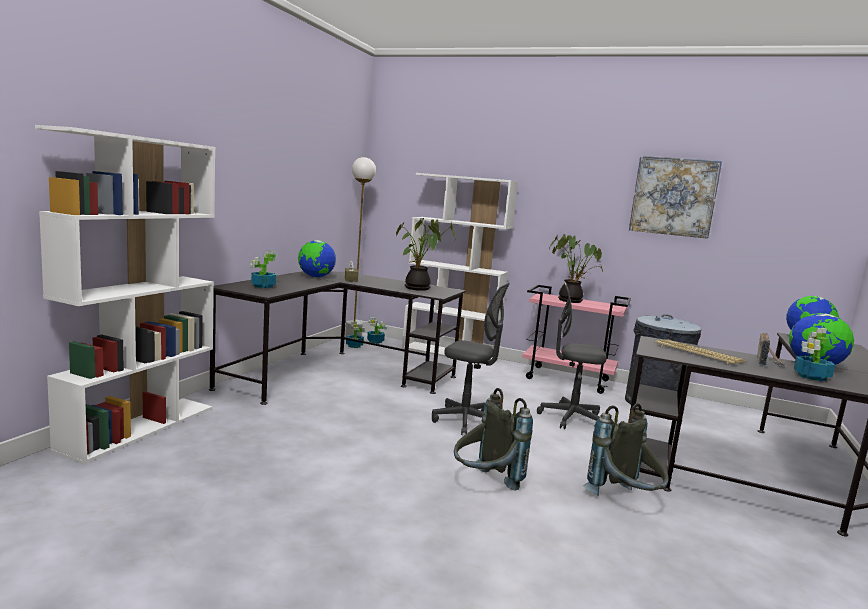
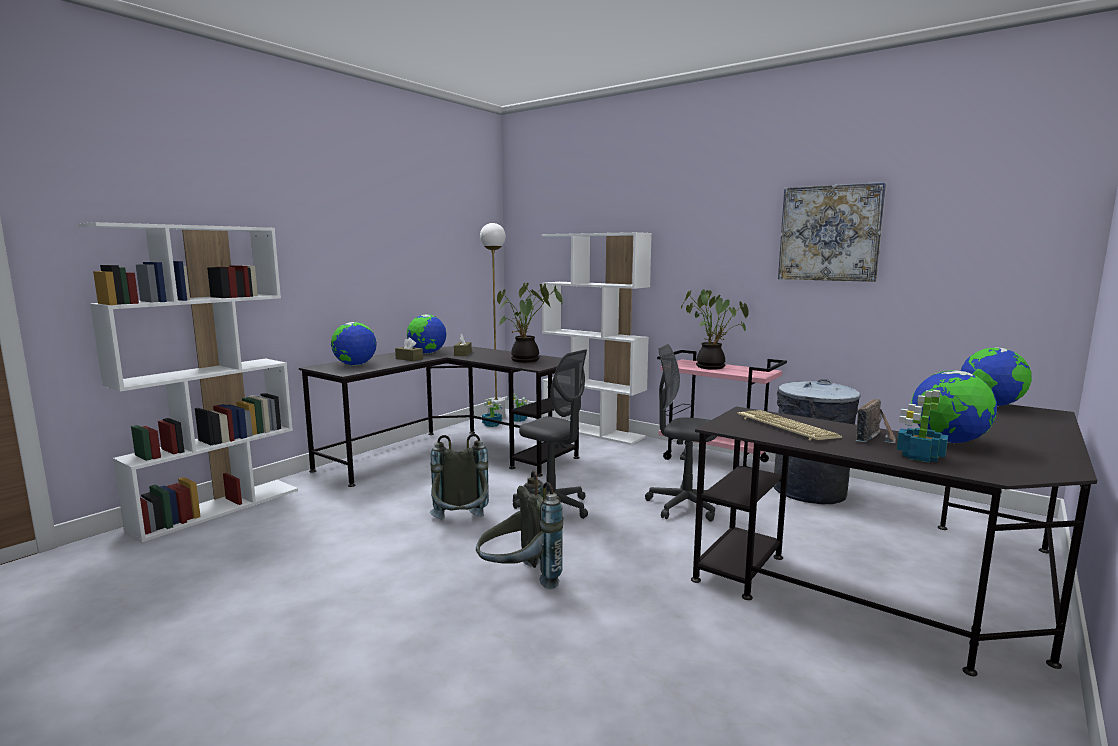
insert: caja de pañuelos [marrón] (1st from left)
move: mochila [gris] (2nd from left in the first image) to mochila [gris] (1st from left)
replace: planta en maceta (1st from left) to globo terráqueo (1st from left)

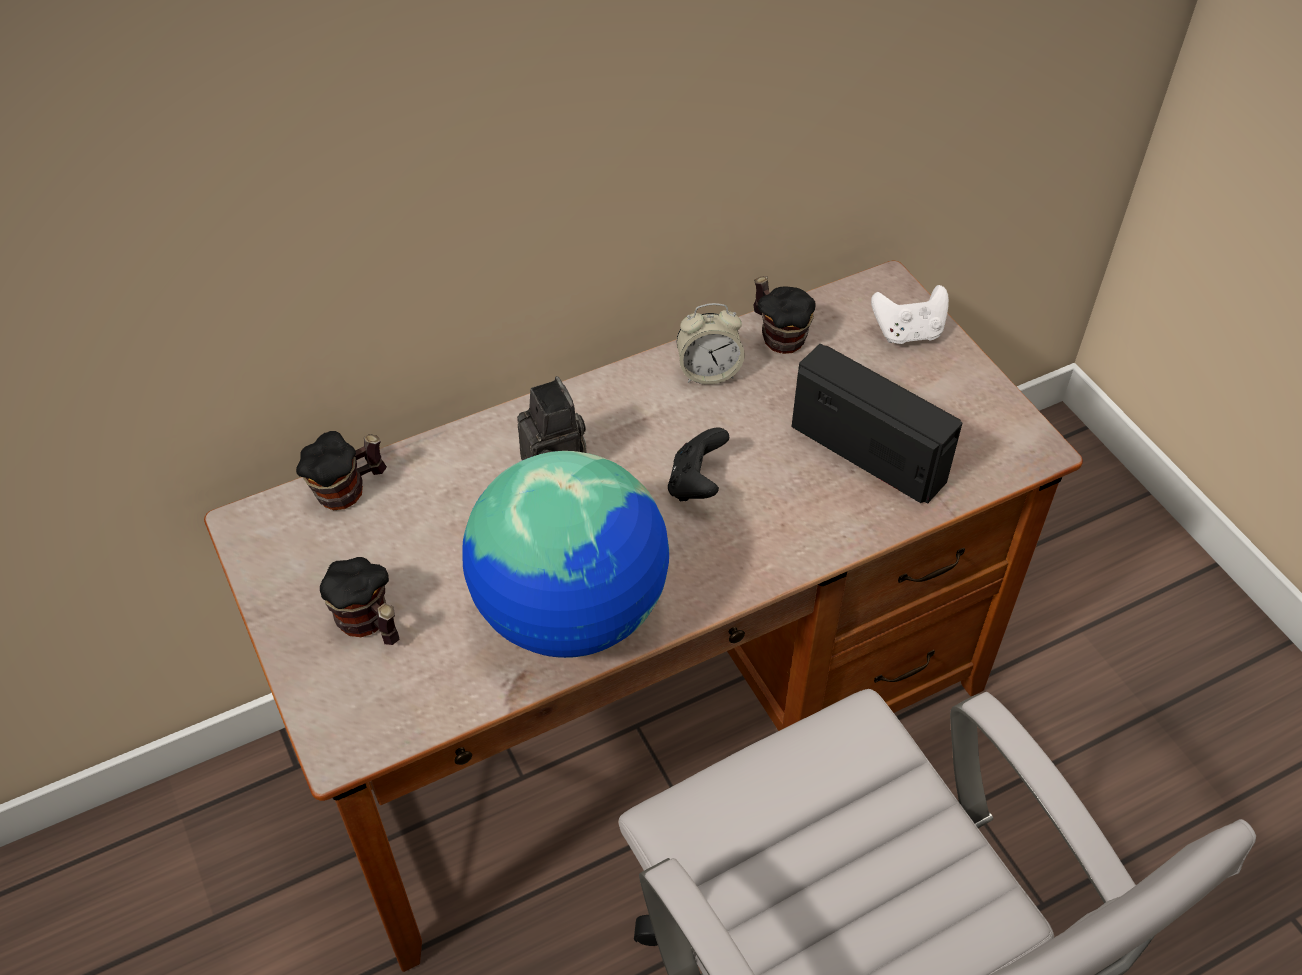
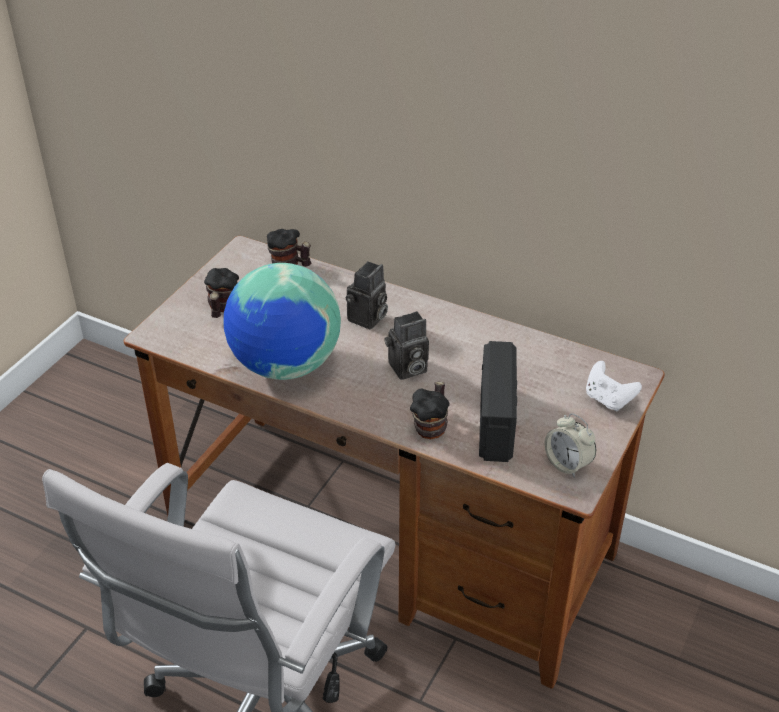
move: despertador; taza grande (3rd from left)
replace: mando de consola [negro] to cámara (2nd from left)

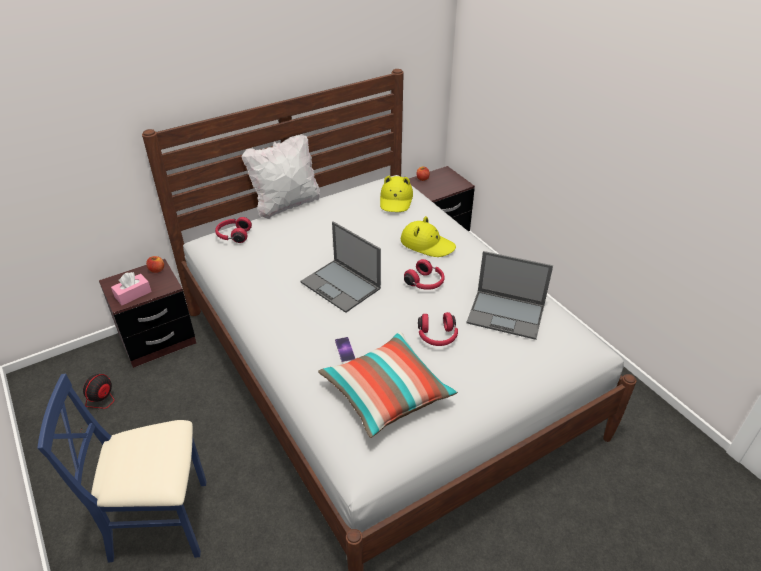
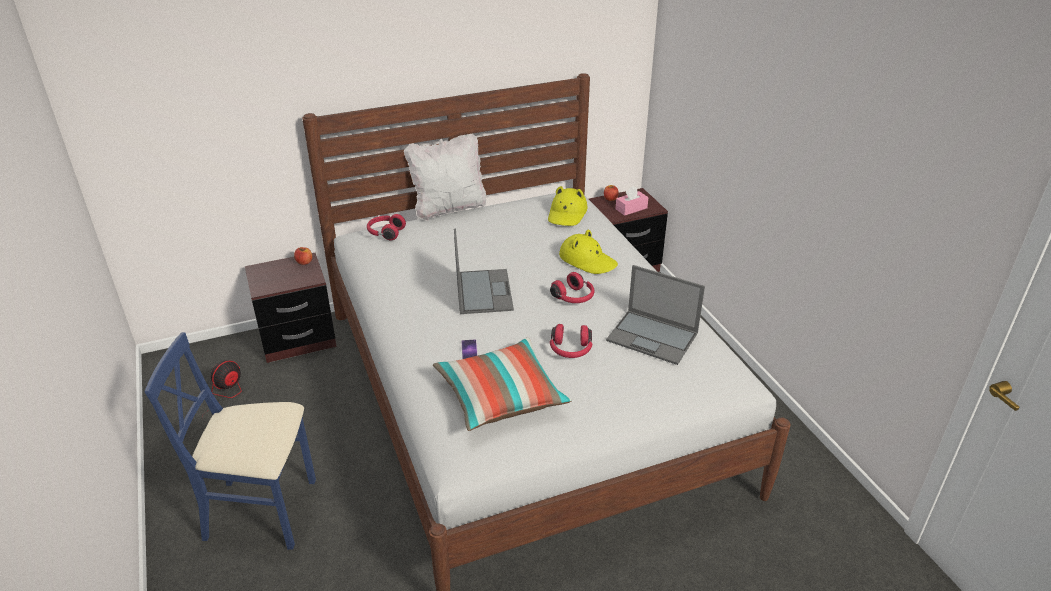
move: caja de pañuelos [rosa]
rotate: portátil (1st from left) 150 degrees counterclockwise

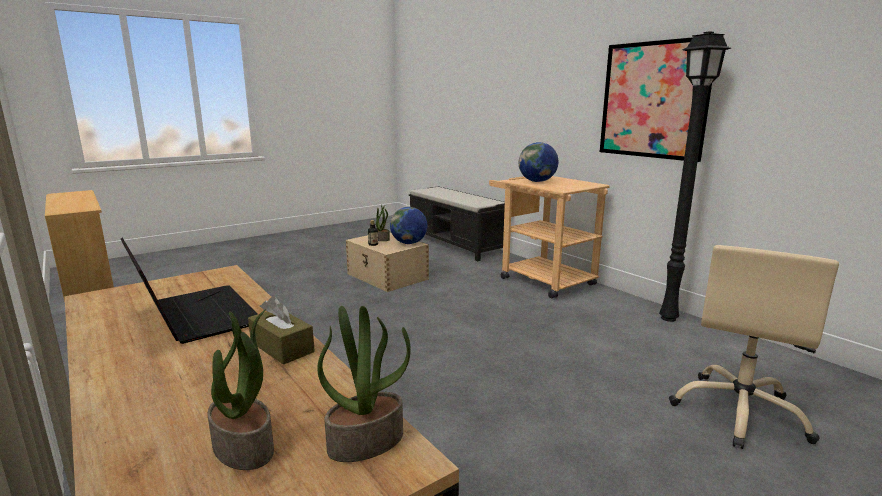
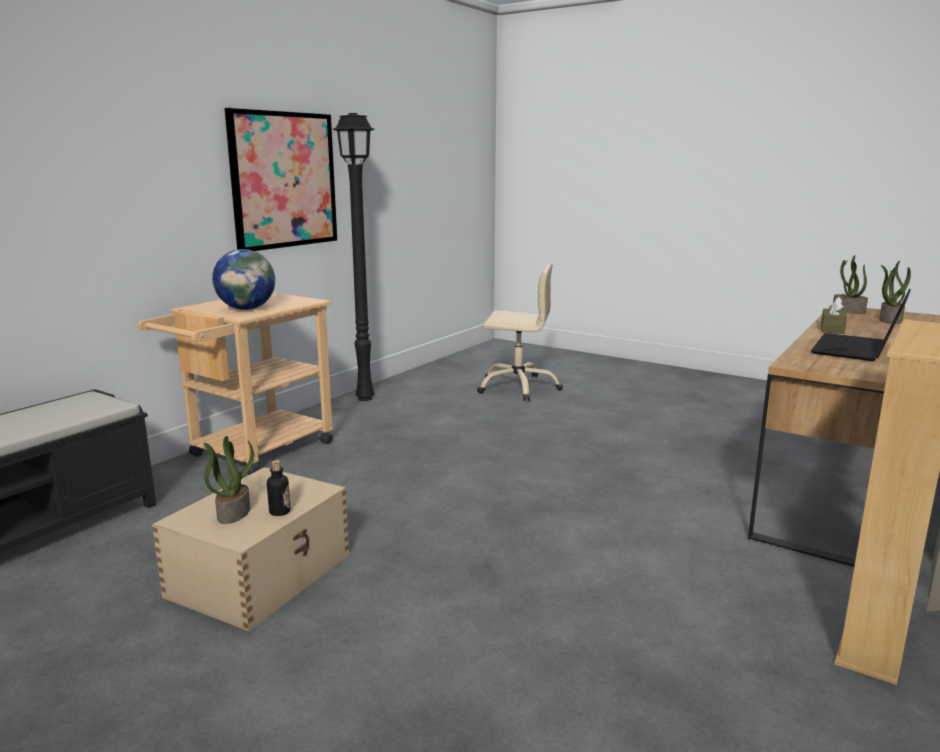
delete: globo terráqueo (1st from left)

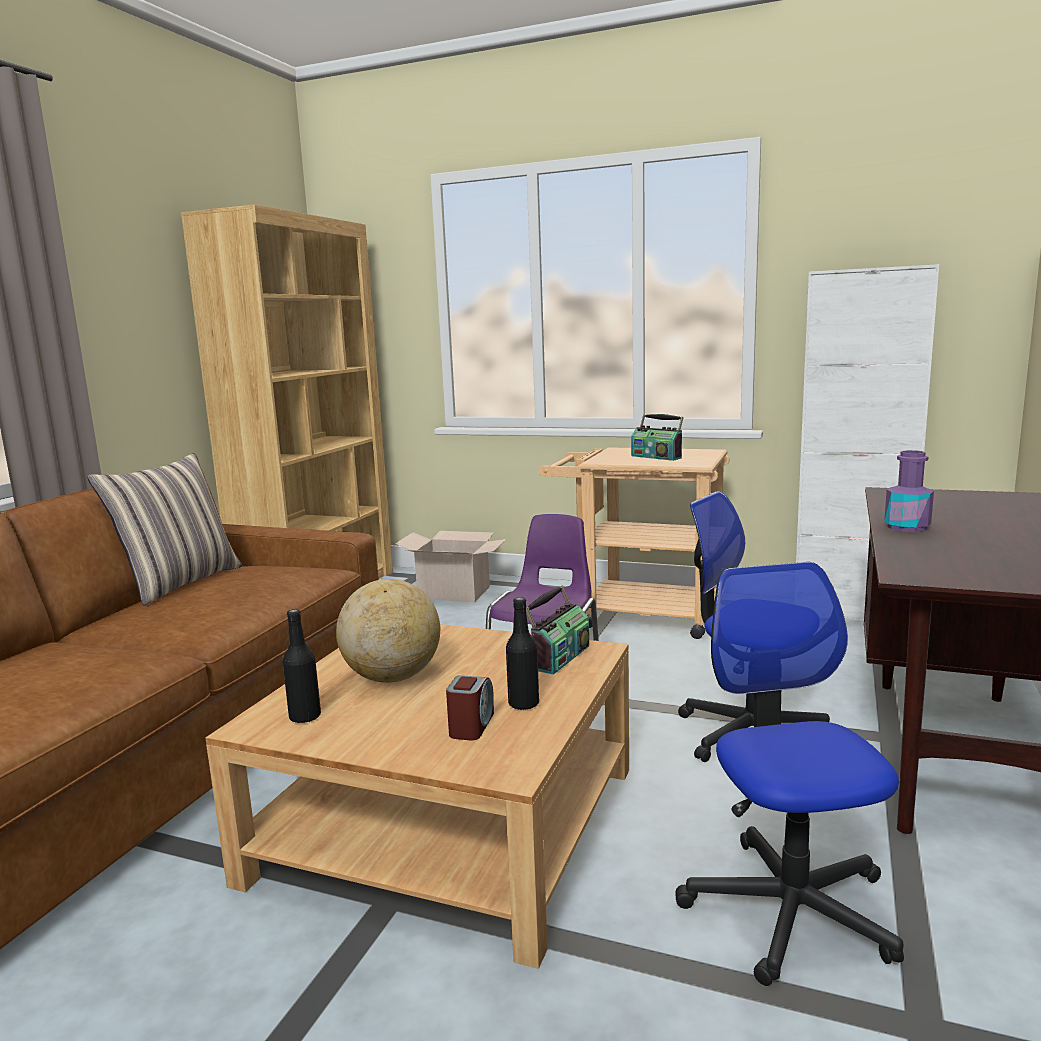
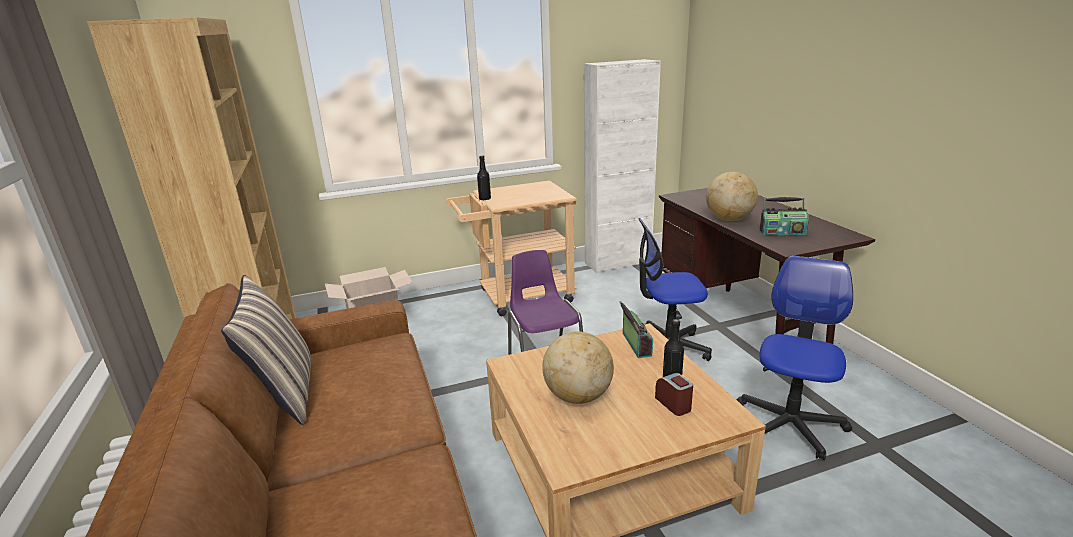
move: botella [negro] (1st from left); radio (2nd from left)
replace: botella [morado] to globo terráqueo (2nd from left)
rotate: silla de oficina (2nd from left) 75 degrees clockwise

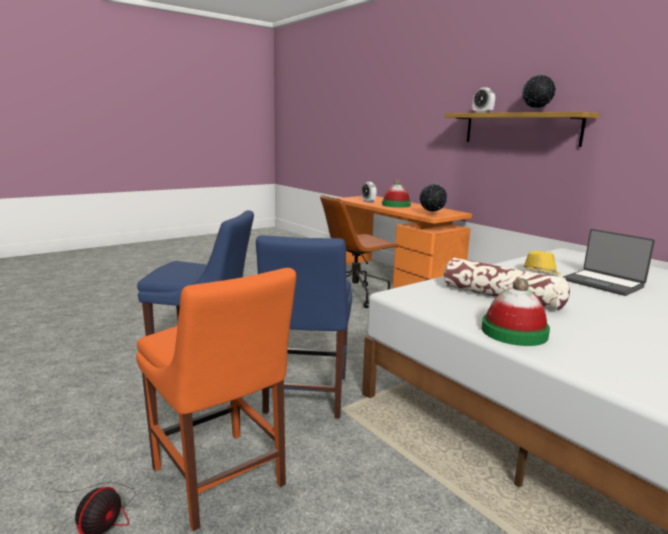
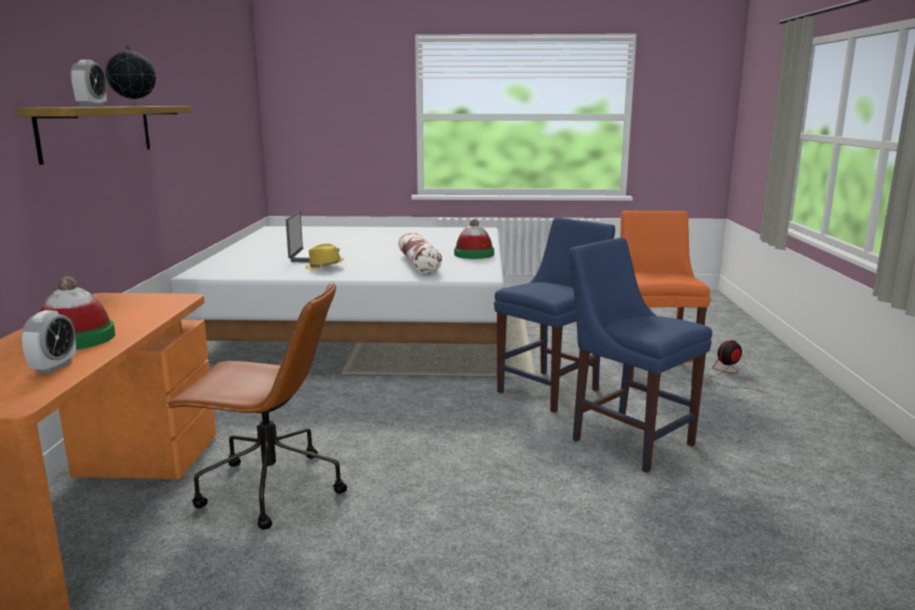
delete: globo terráqueo (1st from left)

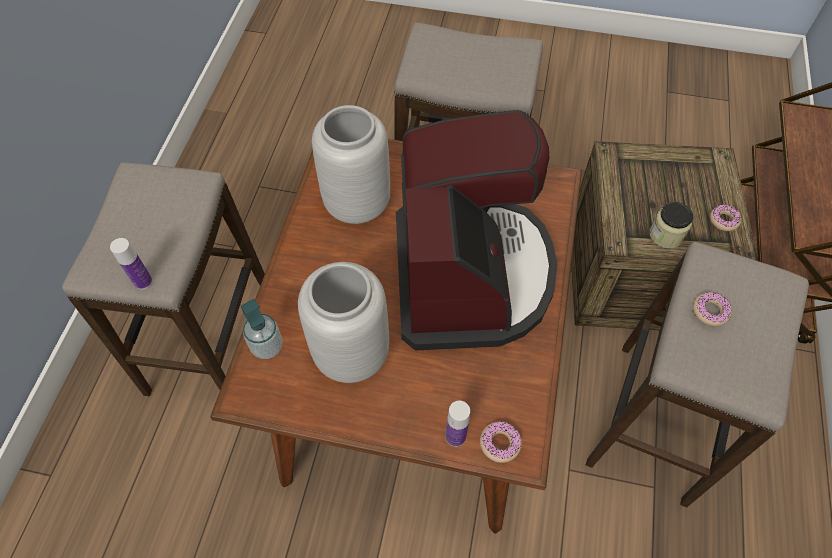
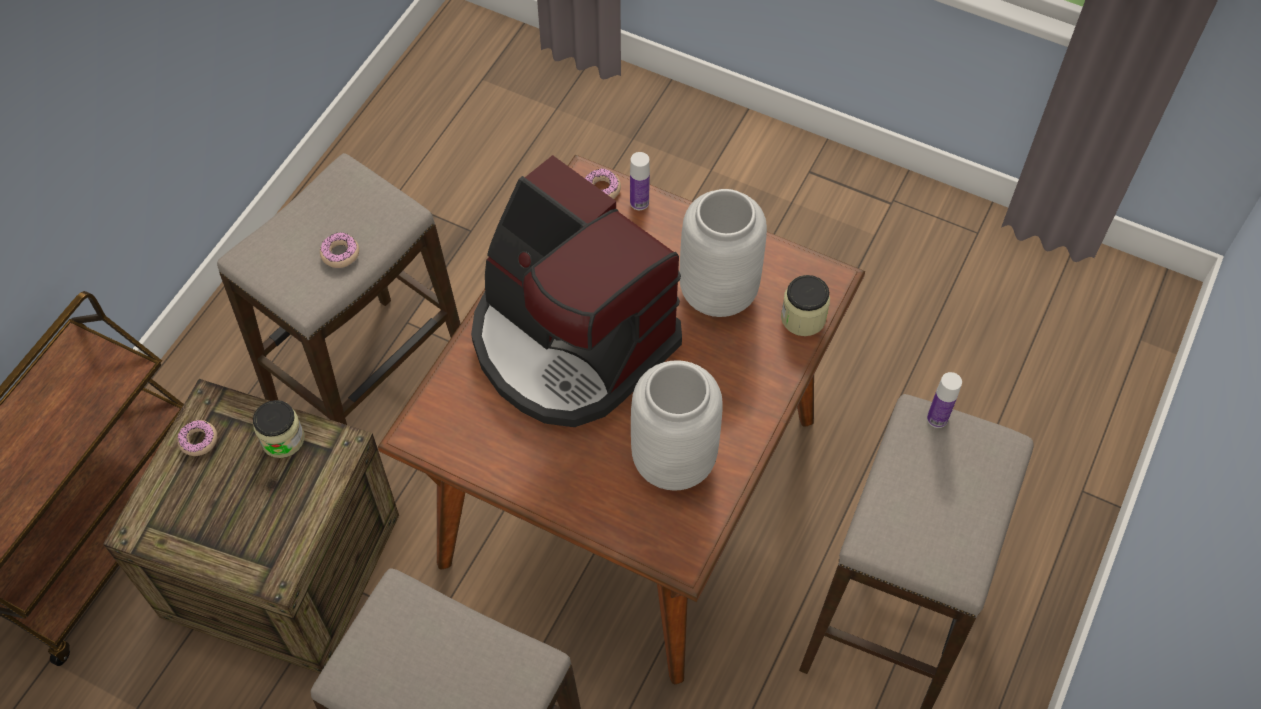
replace: dispensador de jabón to tarro (2nd from left)
rotate: cafetera 60 degrees counterclockwise

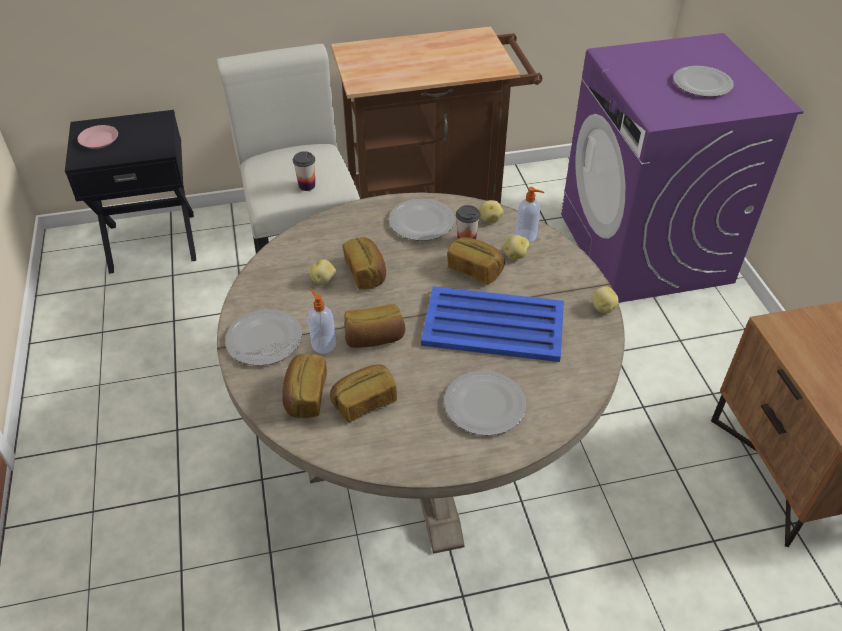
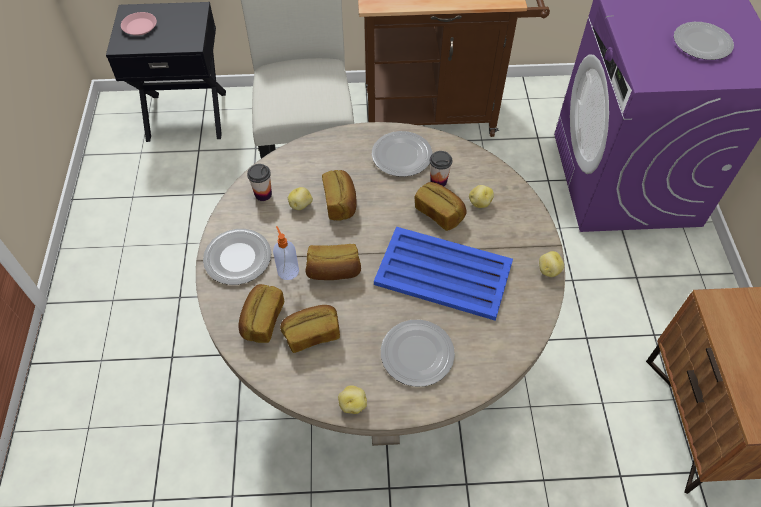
delete: dispensador de jabón (2nd from left)
move: taza (1st from left); patata (2nd from left)

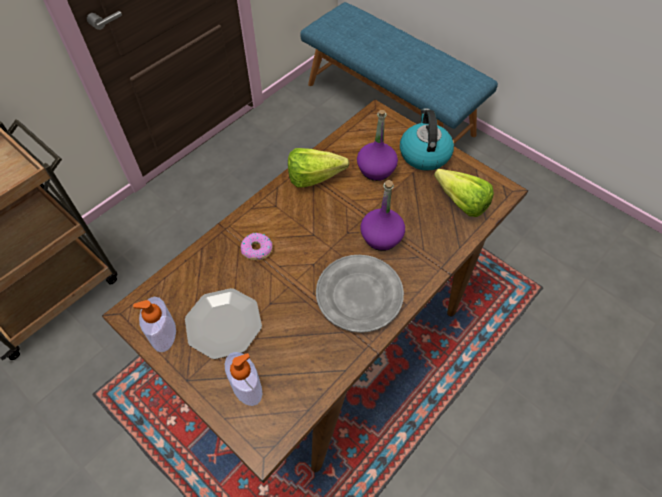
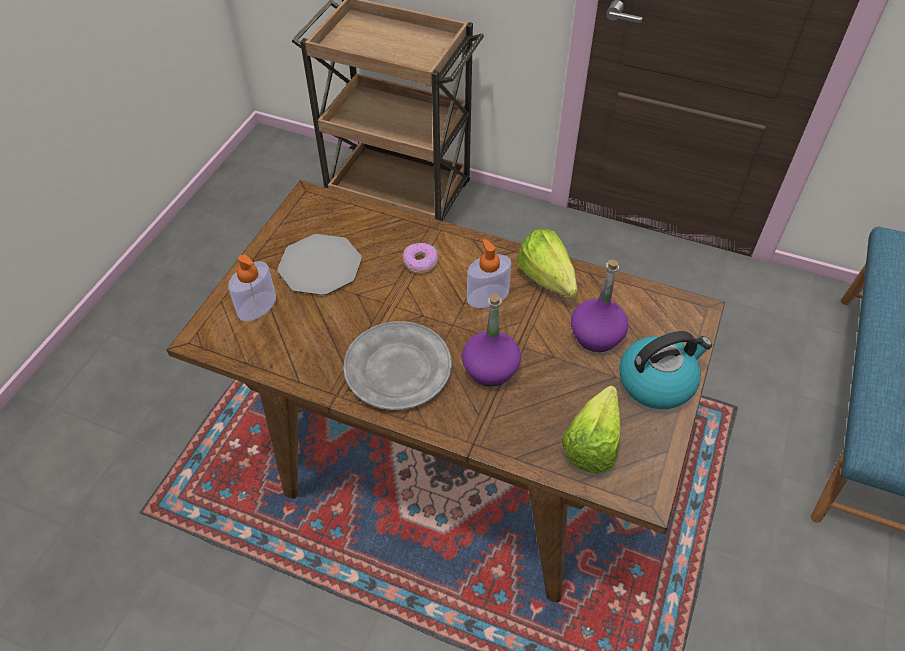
move: dispensador de jabón (1st from left in the first image) to dispensador de jabón (2nd from left)

